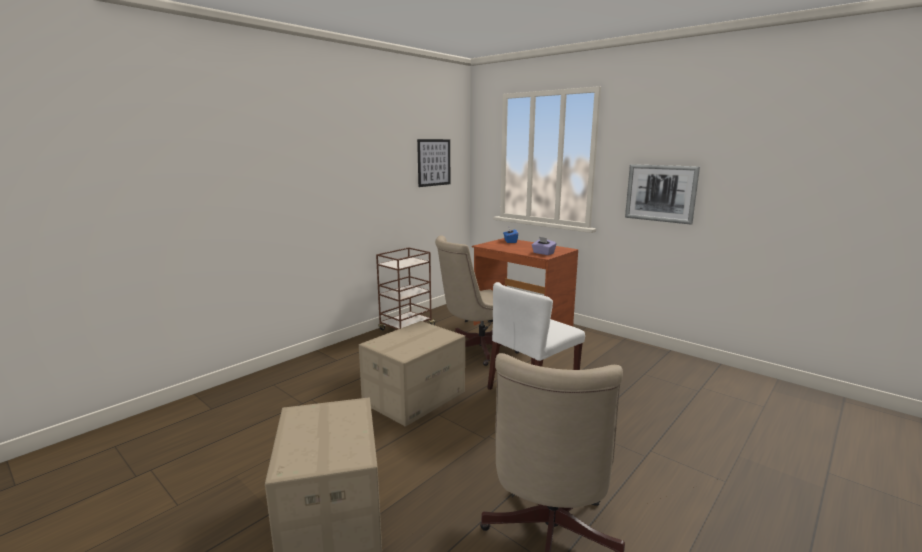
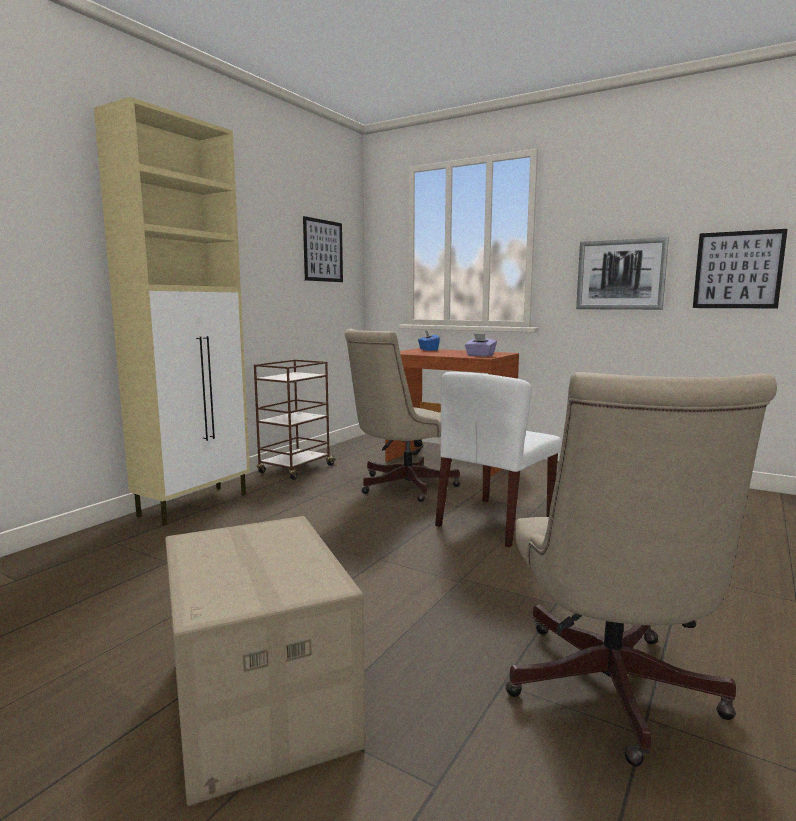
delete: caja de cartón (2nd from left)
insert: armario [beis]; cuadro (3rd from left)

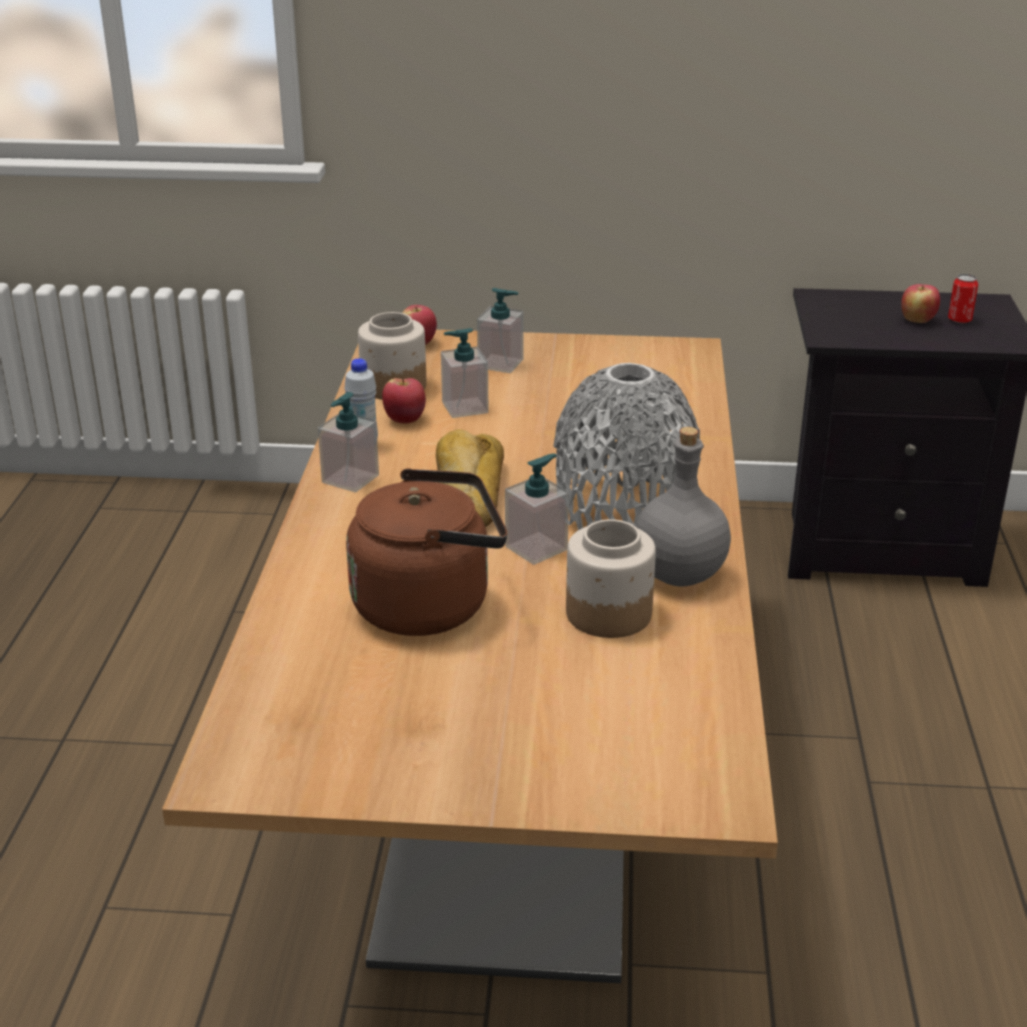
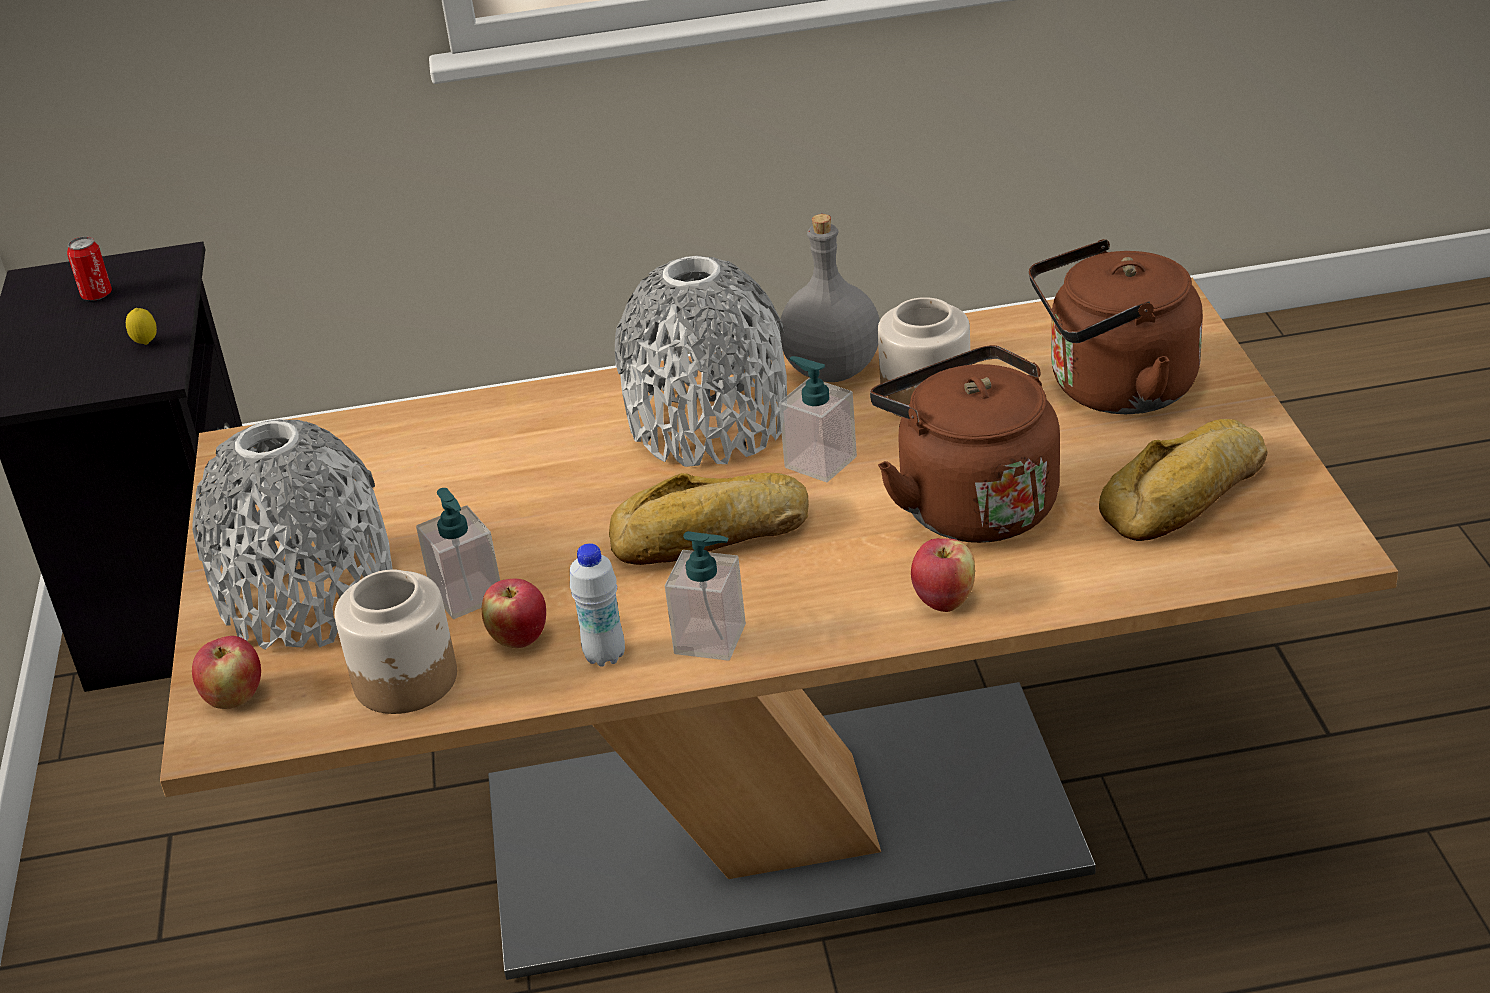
insert: limón; hervidor [marrón] (2nd from left); pan (2nd from left)
move: manzana (3rd from left)
replace: dispensador de jabón (3rd from left) to florero [gris] (1st from left)

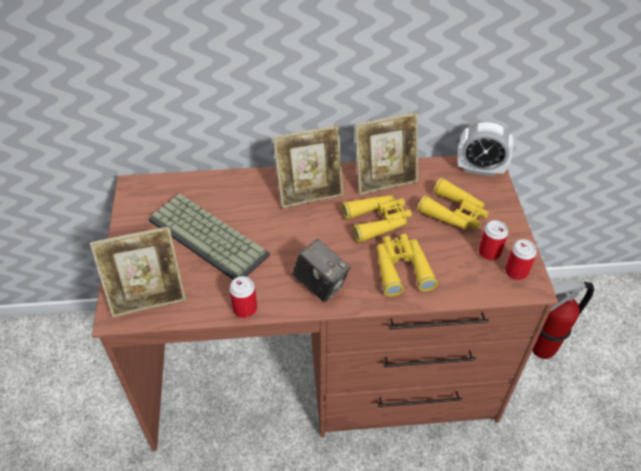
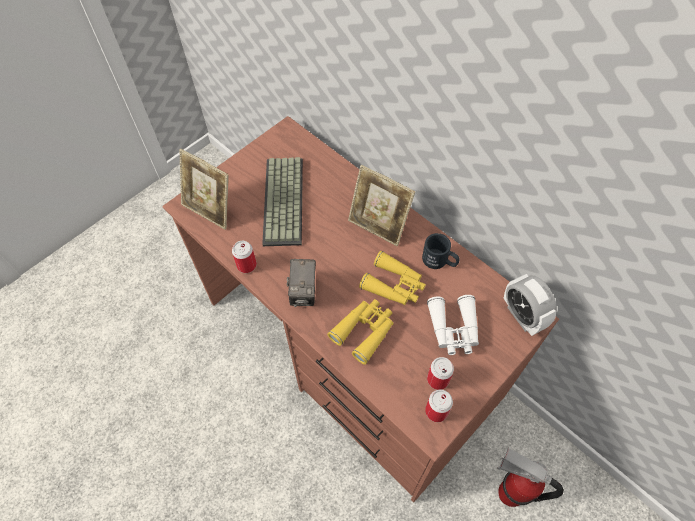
replace: portarretratos (3rd from left) to taza grande [negro]
recolor: prismáticos [amarillo] (3rd from left) to prismáticos [blanco]

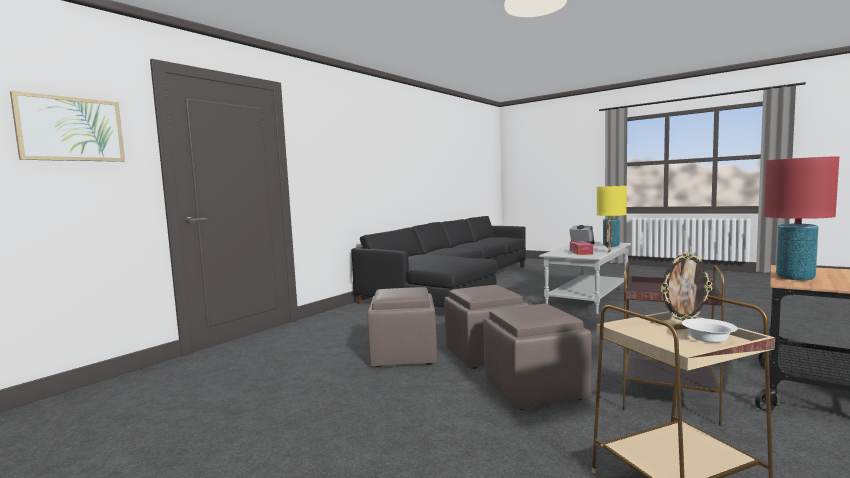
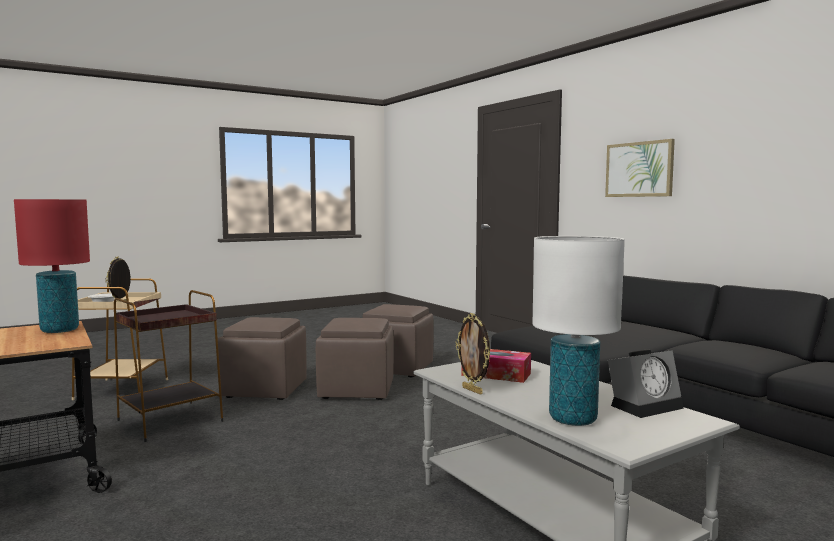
move: cuadro
recolor: lámpara de mesa [amarillo] to lámpara de mesa [blanco]

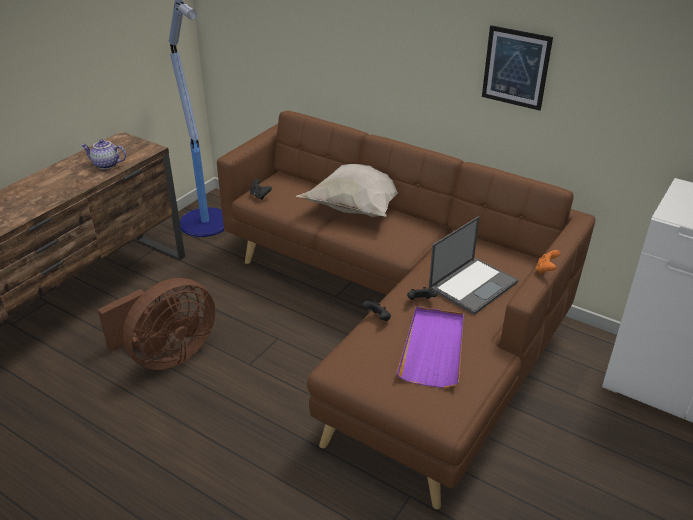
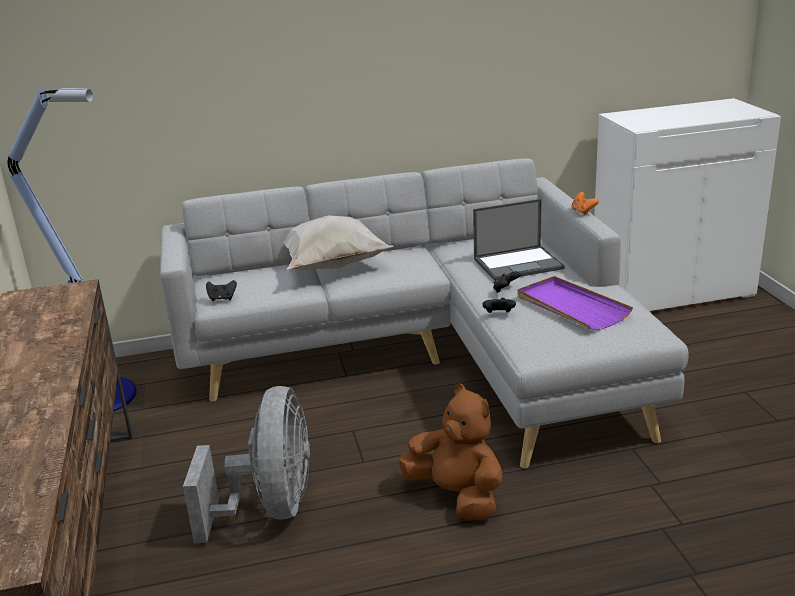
delete: tetera; cuadro
insert: peluche [marrón]
recolor: ventilador [marrón] to ventilador [gris]; sofá [marrón] to sofá [gris]
rotate: portátil 75 degrees clockwise

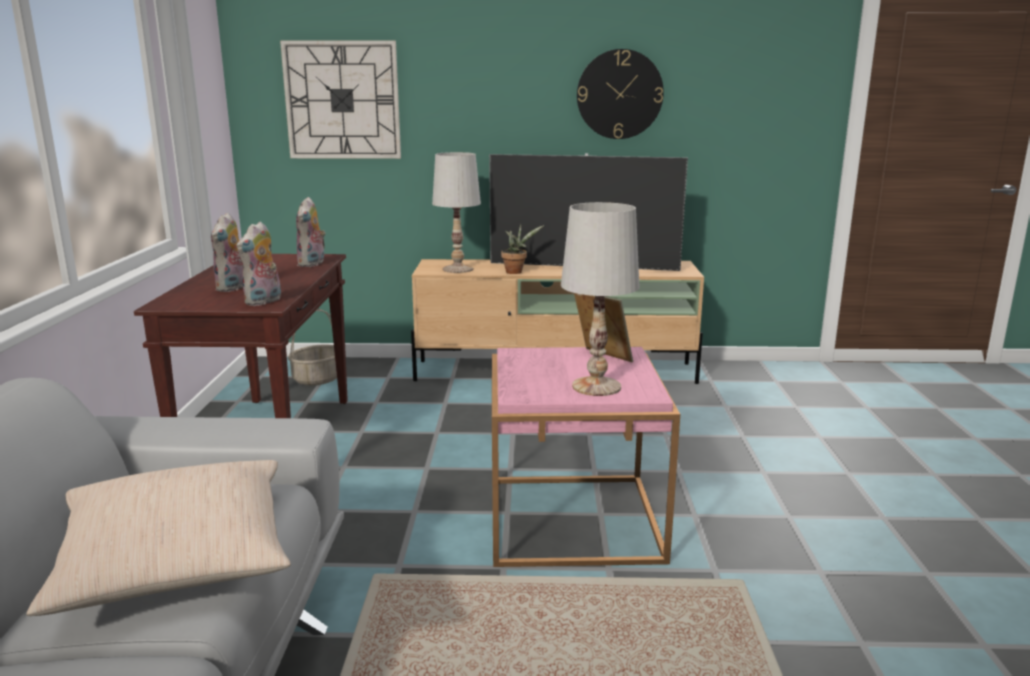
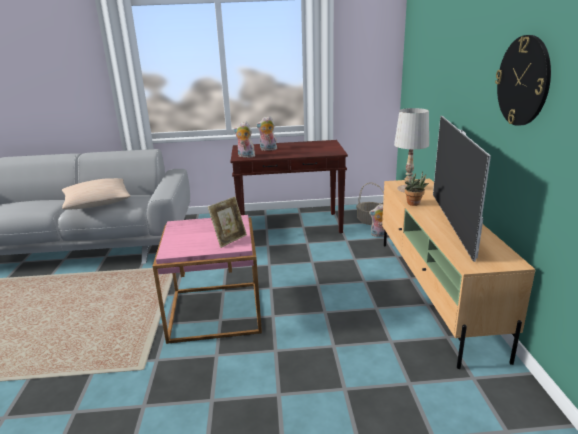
delete: reloj de pared (1st from left); lámpara de mesa [blanco] (2nd from left)
move: peluche (3rd from left)

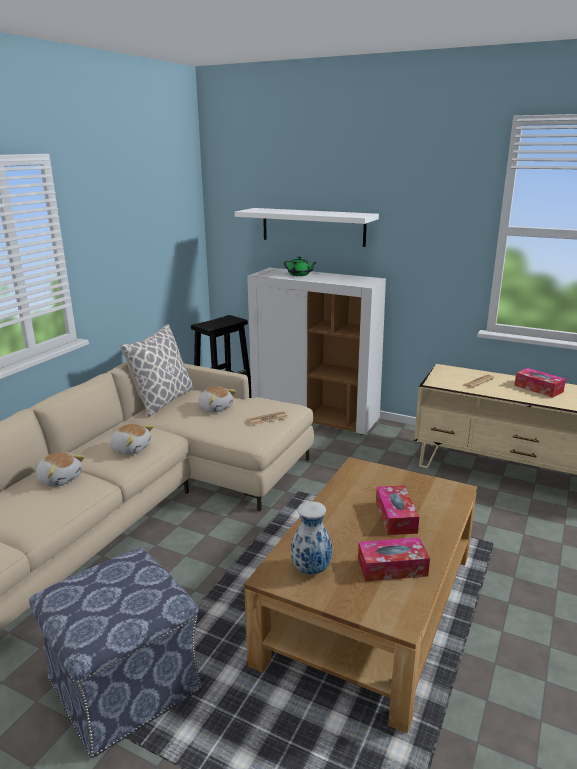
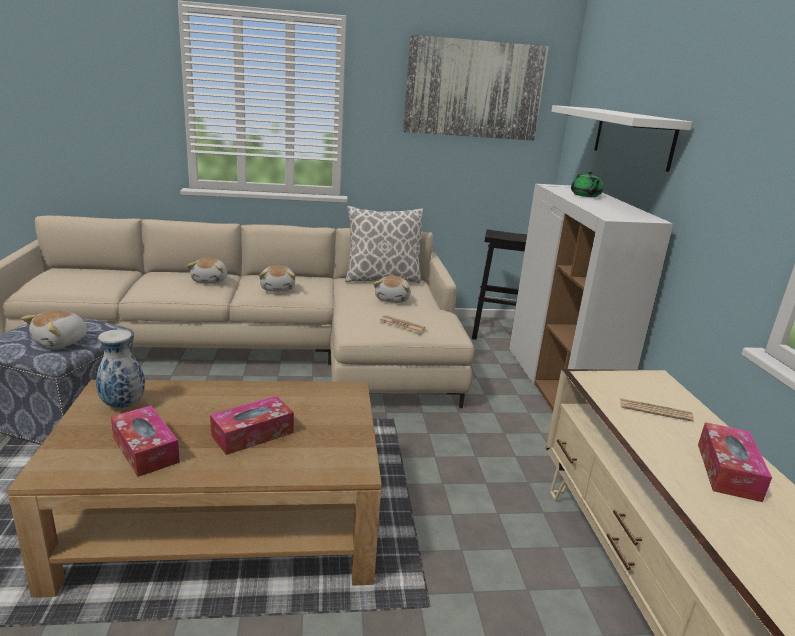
insert: peluche (1st from left); cuadro

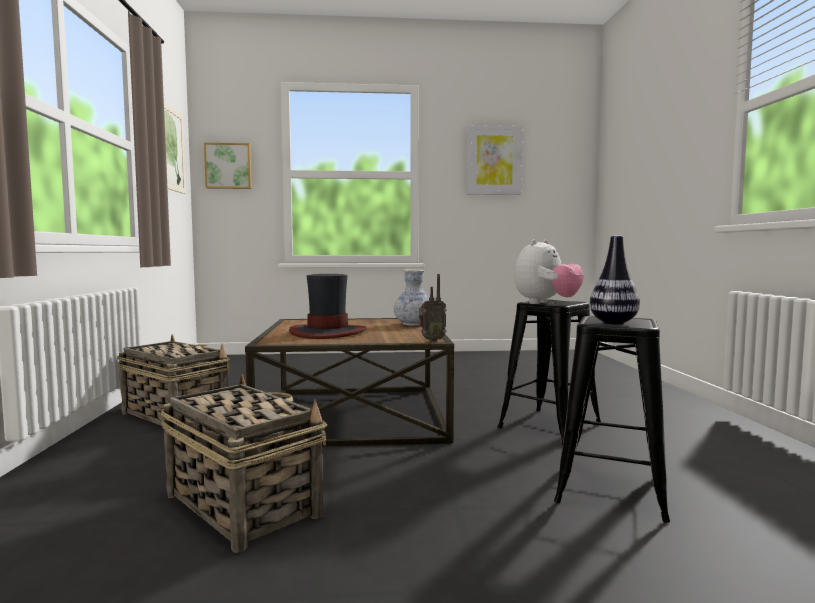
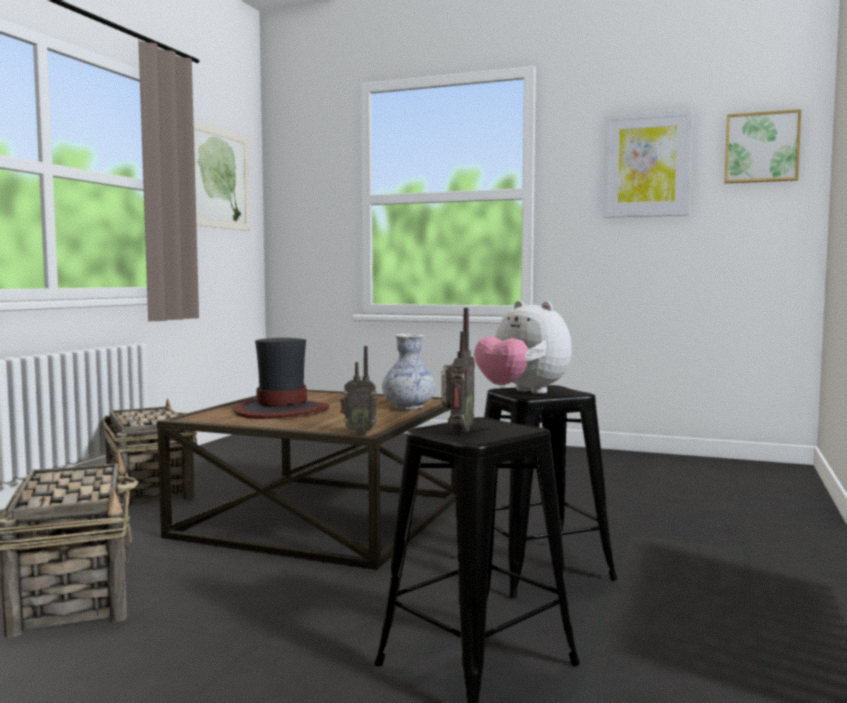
move: cuadro (2nd from left in the first image) to cuadro (3rd from left)
replace: florero (2nd from left) to radio (2nd from left)
rotate: peluche 75 degrees clockwise

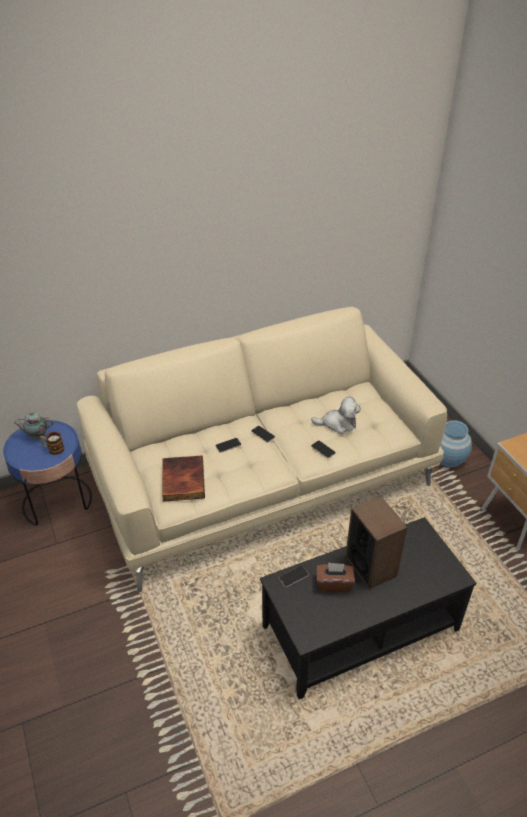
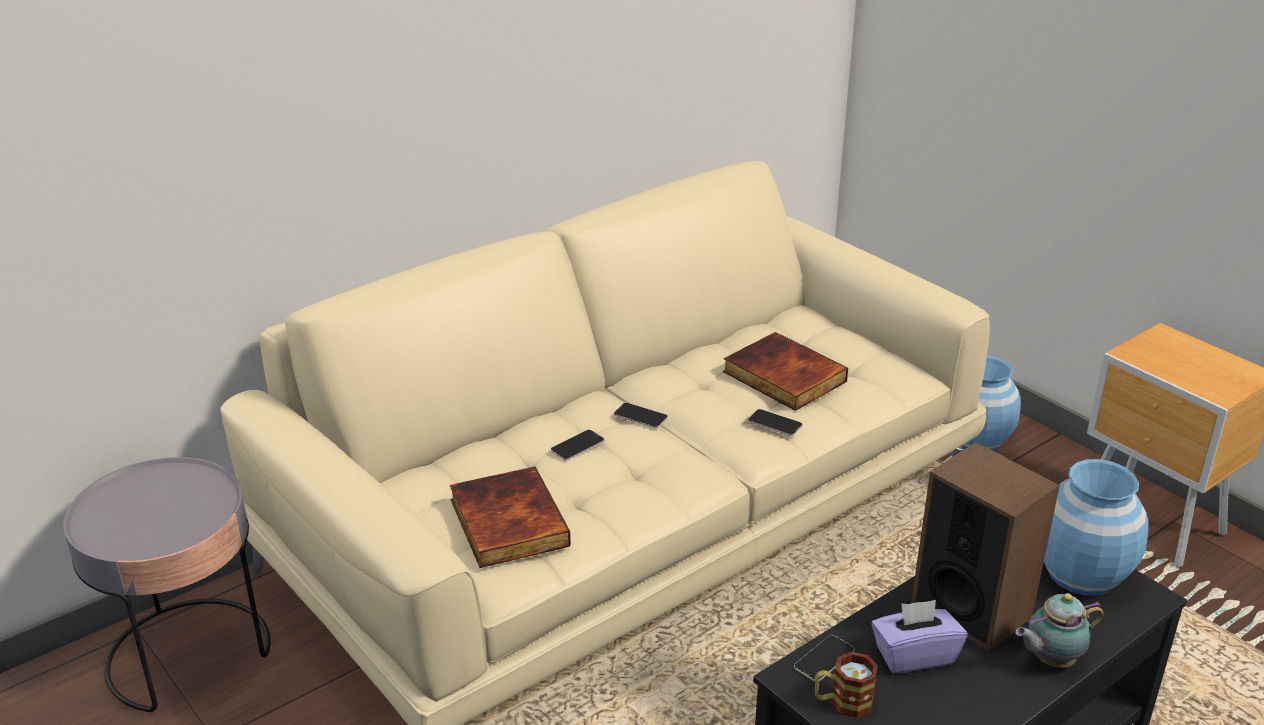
insert: florero [azul] (2nd from left)
move: tetera; taza grande
replace: peluche to libro (2nd from left)
recolor: mesa auxiliar [azul] to mesa auxiliar [gris]; caja de pañuelos [marrón] to caja de pañuelos [morado]

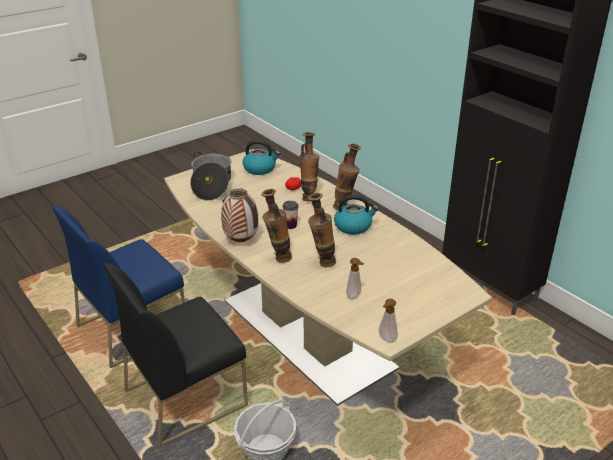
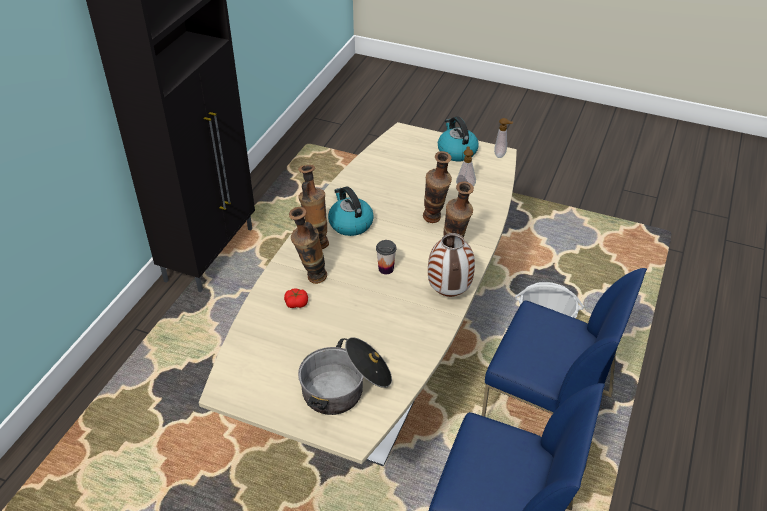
move: hervidor (1st from left in the first image) to hervidor (2nd from left)
recolor: silla [negro] to silla [azul] (2nd from left)

